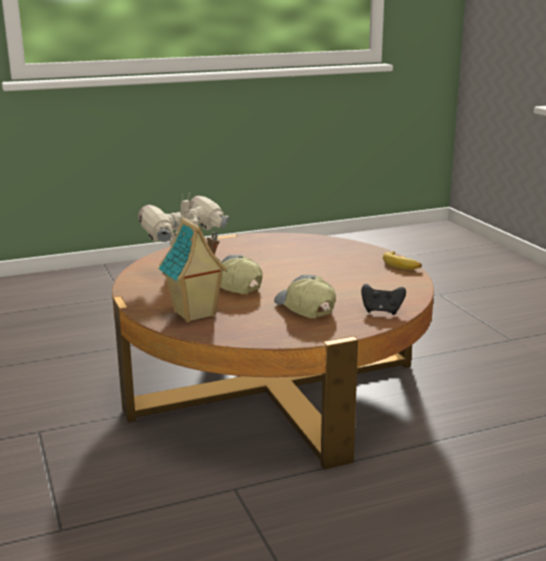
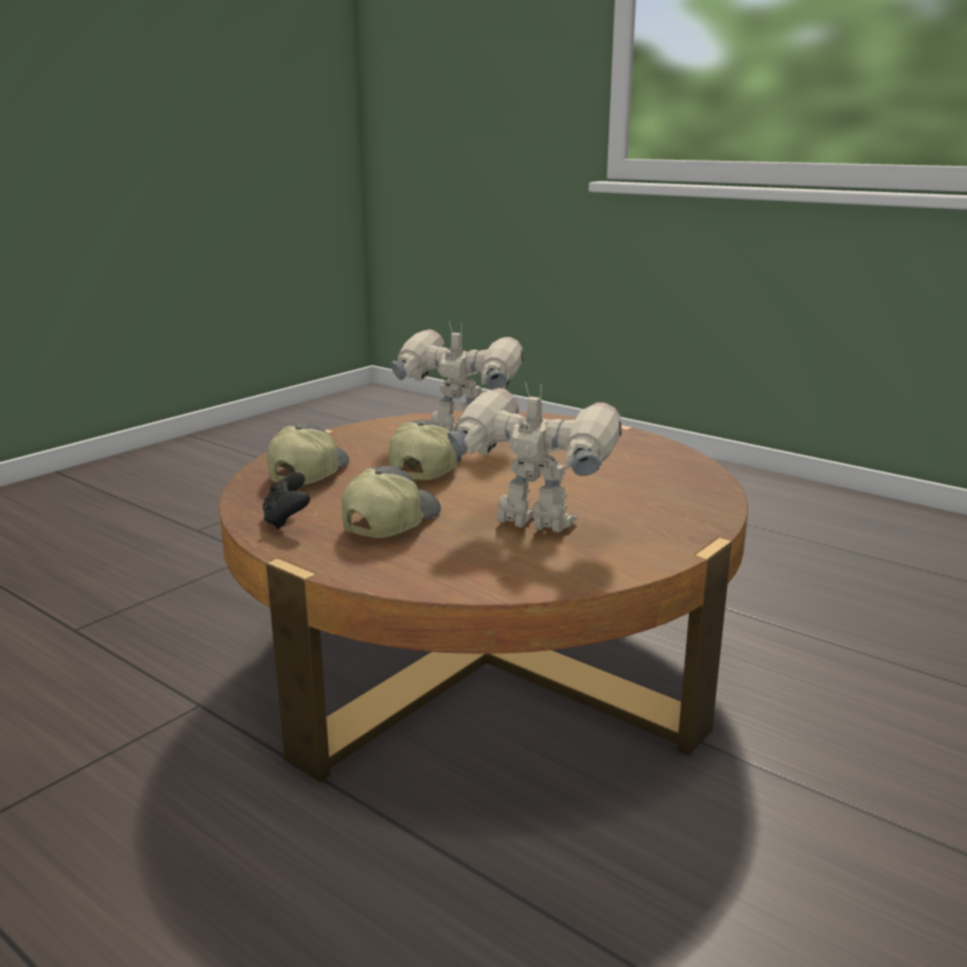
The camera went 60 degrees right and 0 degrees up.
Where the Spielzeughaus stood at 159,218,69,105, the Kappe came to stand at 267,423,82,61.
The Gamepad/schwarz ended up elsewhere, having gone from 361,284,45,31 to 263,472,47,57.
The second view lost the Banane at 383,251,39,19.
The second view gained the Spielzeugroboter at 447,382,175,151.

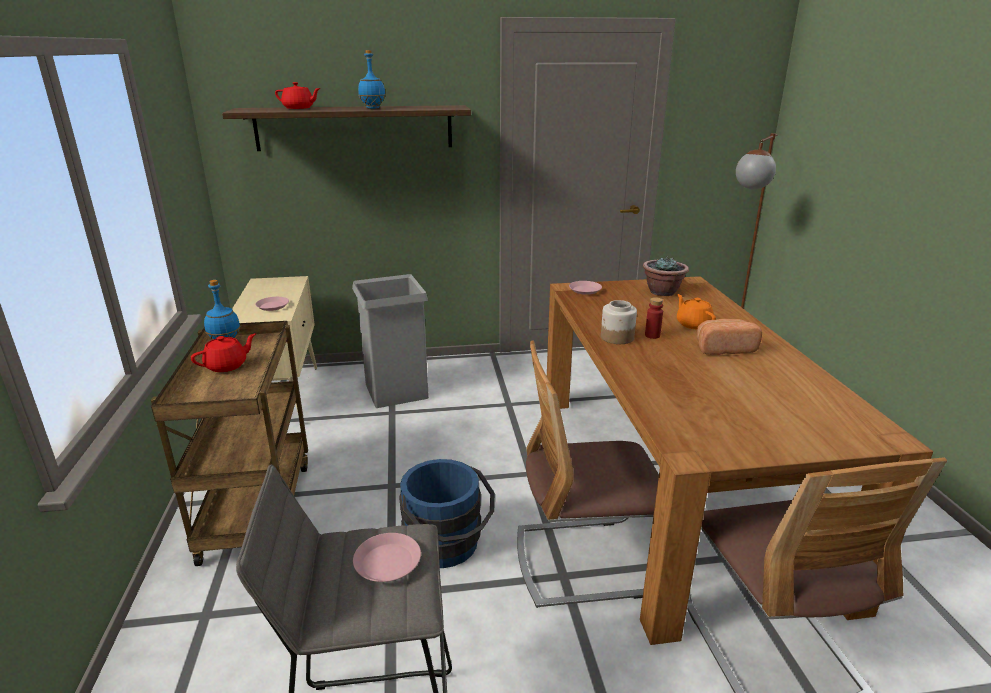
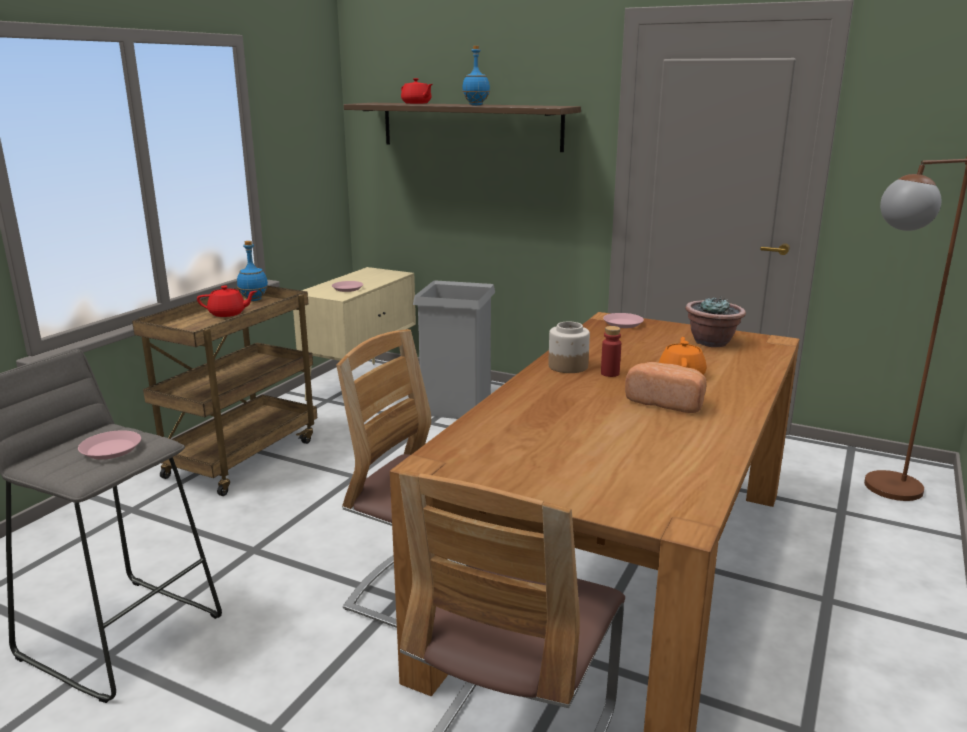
The camera went 35 degrees right and 5 degrees down.
The second view lost the Eimer/blau at 399,459,96,109.

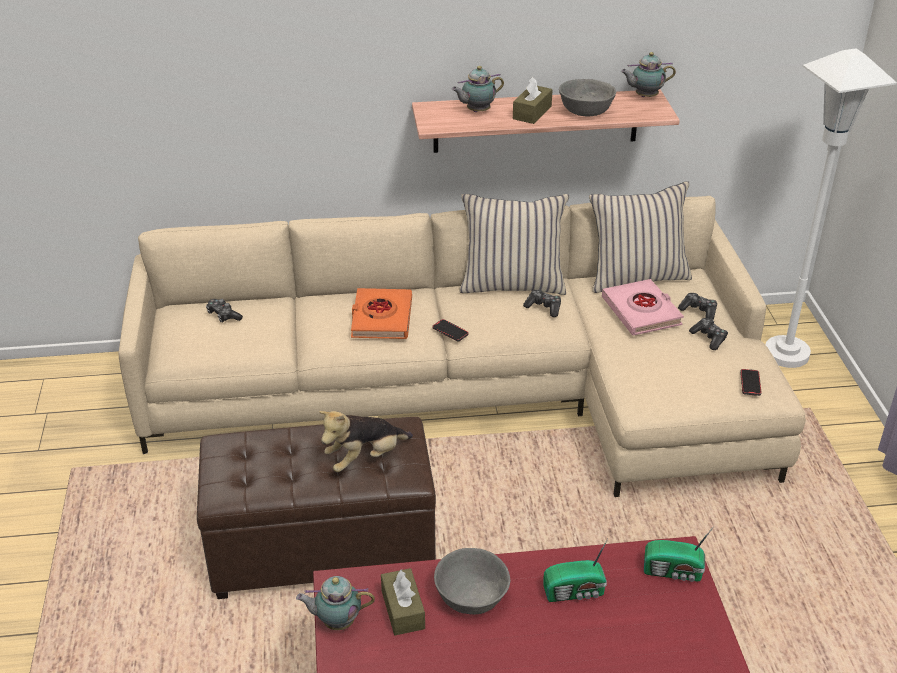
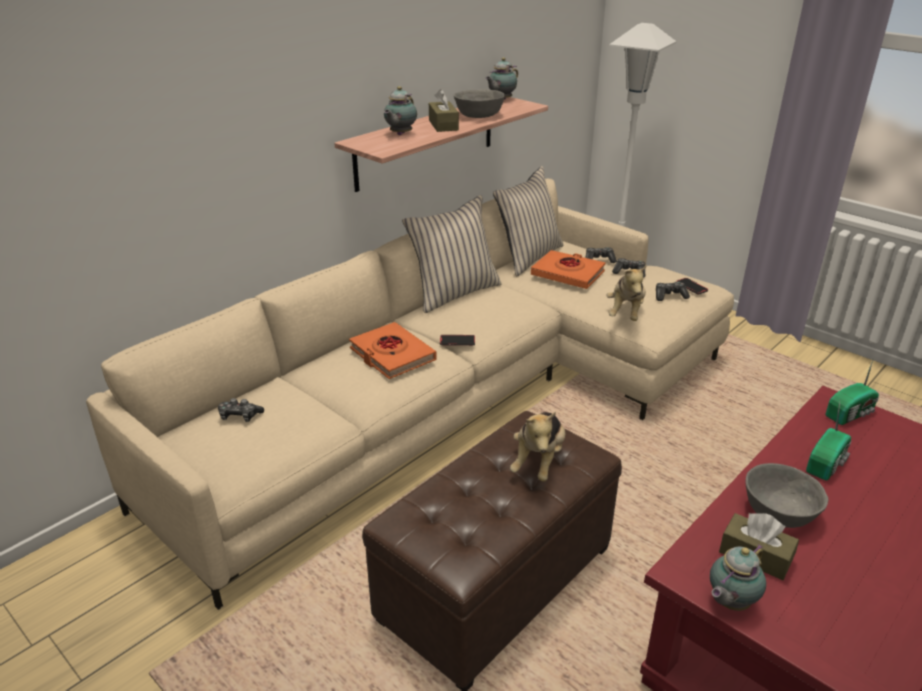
The camera went 40 degrees left and 5 degrees down.
The Gamepad ended up elsewhere, having gone from 523,290,38,27 to 656,282,34,19.
What was the Buch/rosa at 602,279,82,57 turned into the Buch/orange at 531,250,75,39.
The second view gained the Plüschtier at 607,265,40,56.

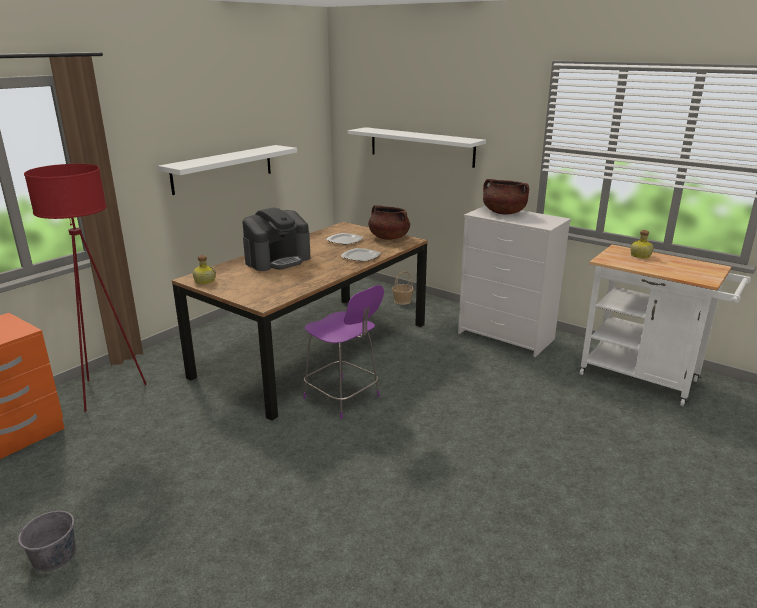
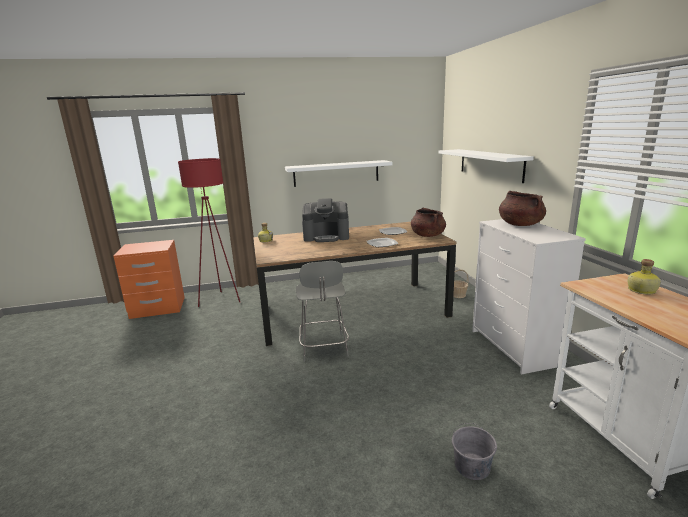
The camera went 40 degrees right and 5 degrees down.
The Eimer/grau ended up elsewhere, having gone from 18,509,58,62 to 452,423,45,57.
What was the Stuhl/lila at 303,285,81,134 turned into the Stuhl/grau at 296,261,53,101.

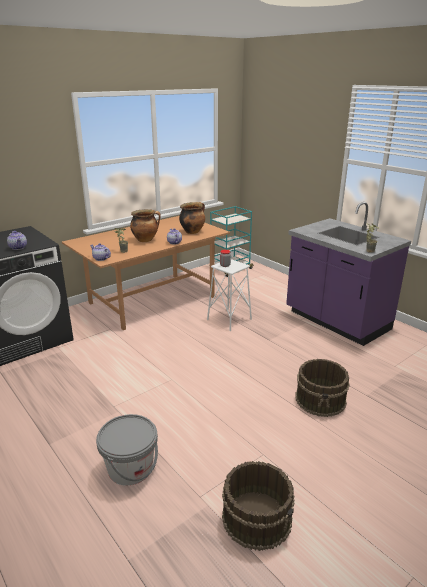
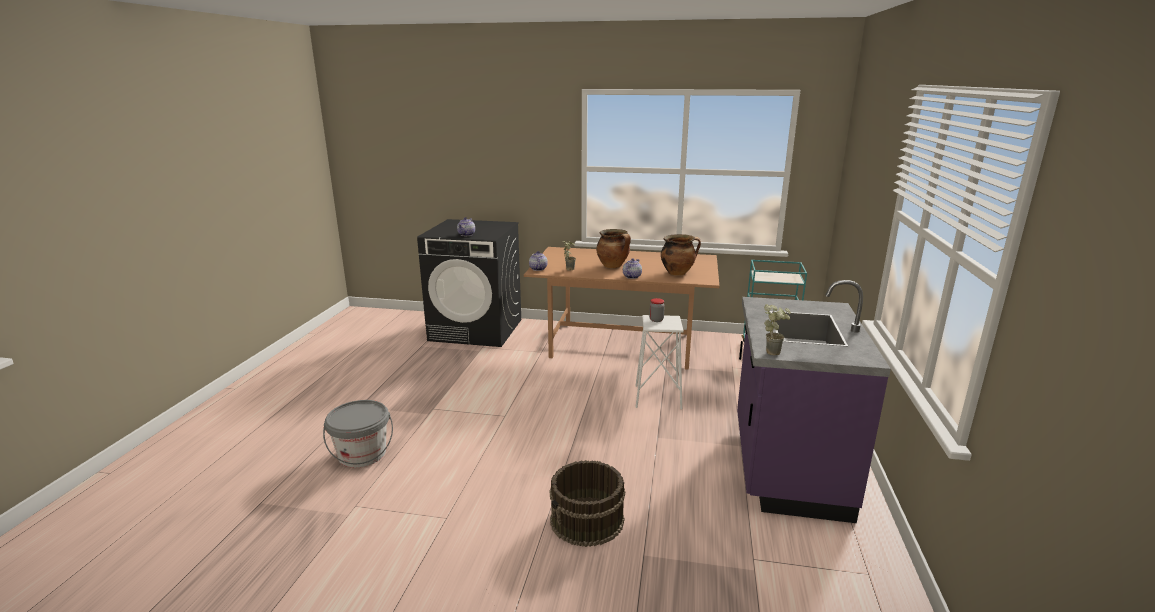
The camera went 50 degrees right and 5 degrees down.
The second view lost the Eimer/braun at 222,461,72,90.

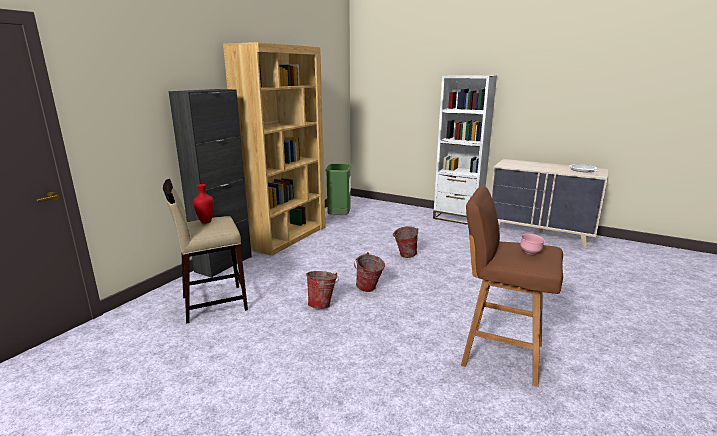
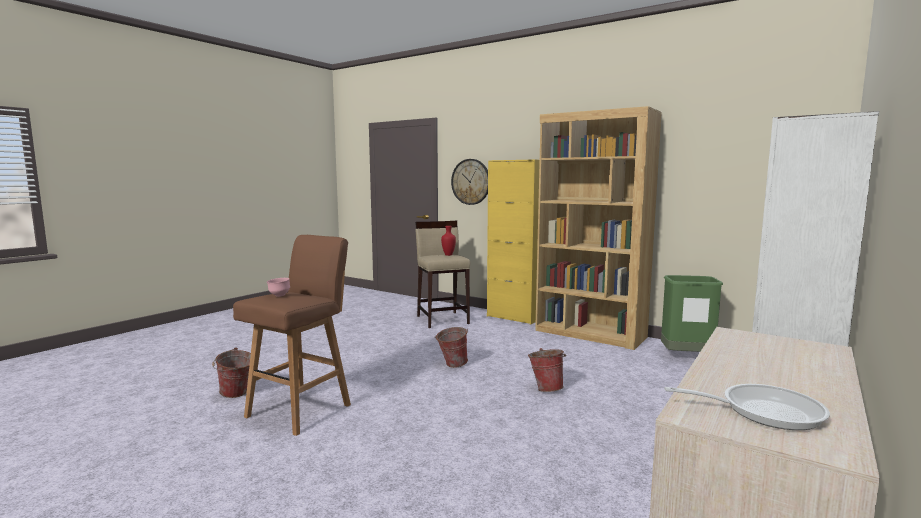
The camera went 95 degrees right and 10 degrees down.
What was the Schrank/schwarz at 168,89,84,189 turned into the Schrank/gelb at 487,159,53,166.
The Eimer ended up elsewhere, having gone from 306,271,33,38 to 212,347,39,51.
The second view gained the Wanduhr at 451,159,37,46.

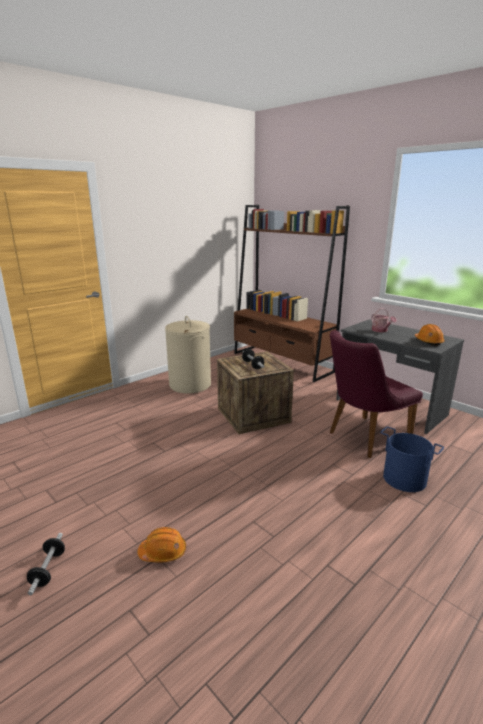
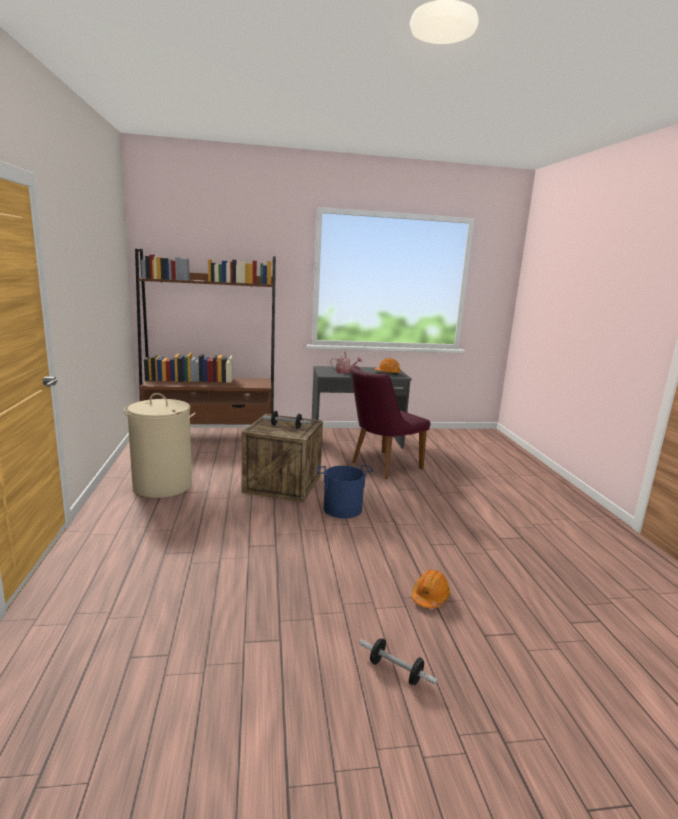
The camera went 55 degrees left and 5 degrees down.
The Stuhl/lila at 330,330,93,128 ended up facing another way, 45 degrees clockwise from before.
The Eimer/blau ended up elsewhere, having gone from 380,426,64,66 to 317,465,56,53.

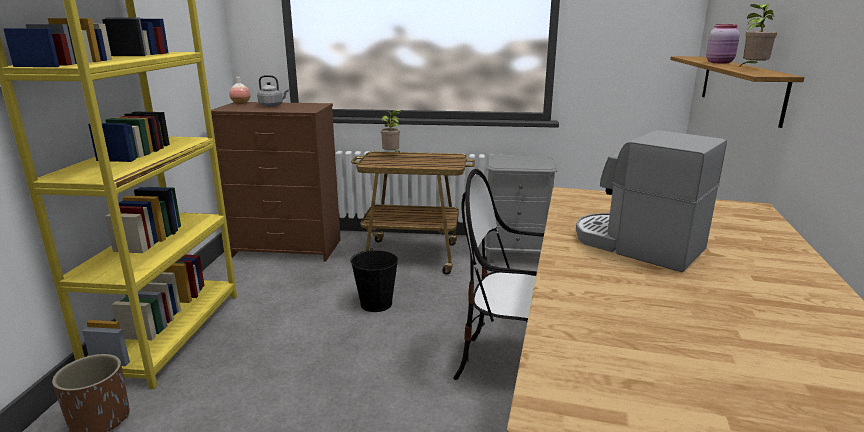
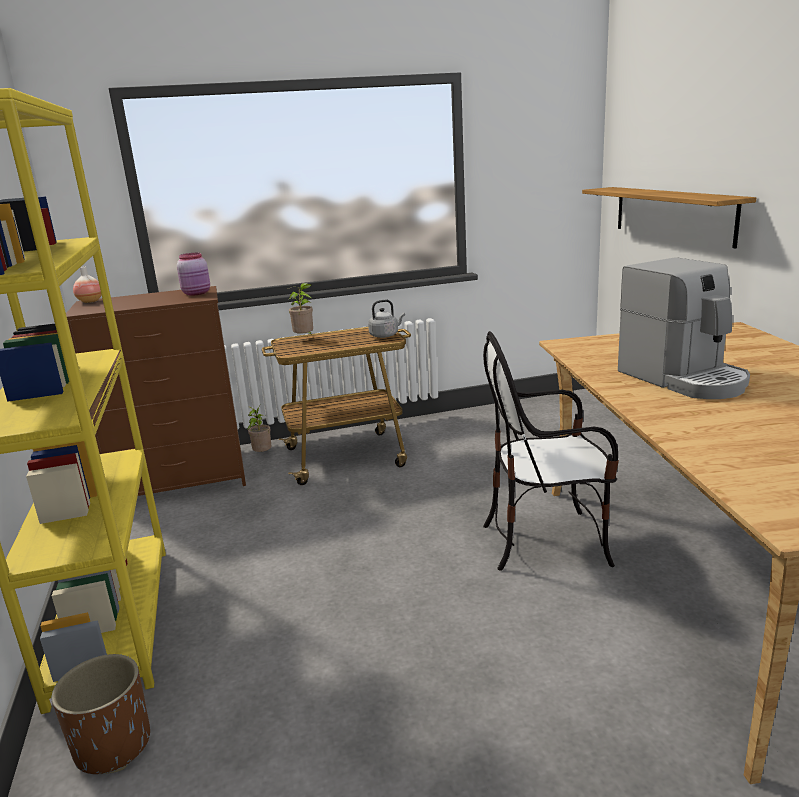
The camera went 20 degrees left and 0 degrees up.
The Wasserkessel/grau ended up elsewhere, having gone from 257,75,32,32 to 368,300,37,38.
The second view lost the Eimer/schwarz at 350,248,48,64.
The second view lost the Nachttisch/grau at 484,155,74,109.
The Kaffeemaschine at 576,130,151,142 ended up facing another way, 135 degrees counterclockwise from before.
The Vorratsglas/rosa ended up elsewhere, having gone from 706,24,34,40 to 177,253,33,43.
The Topfpflanze ended up elsewhere, having gone from 739,3,38,65 to 247,405,24,47.

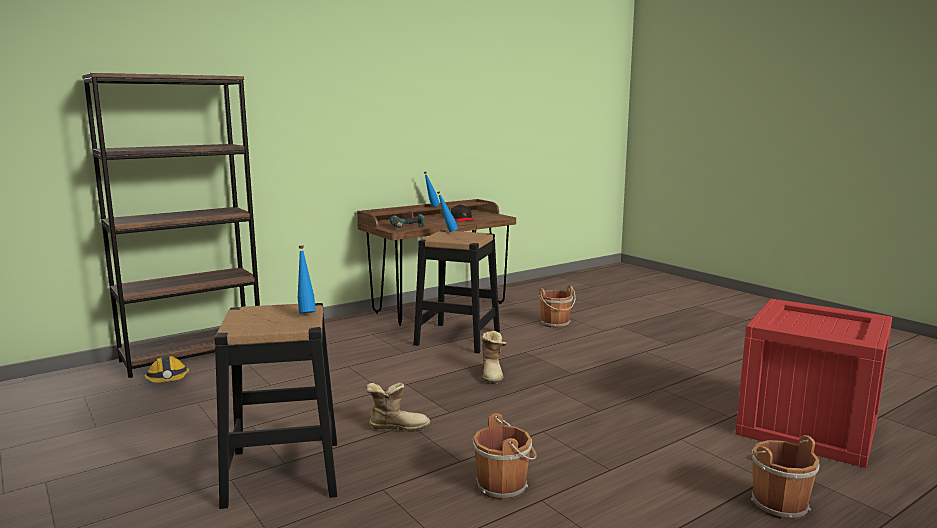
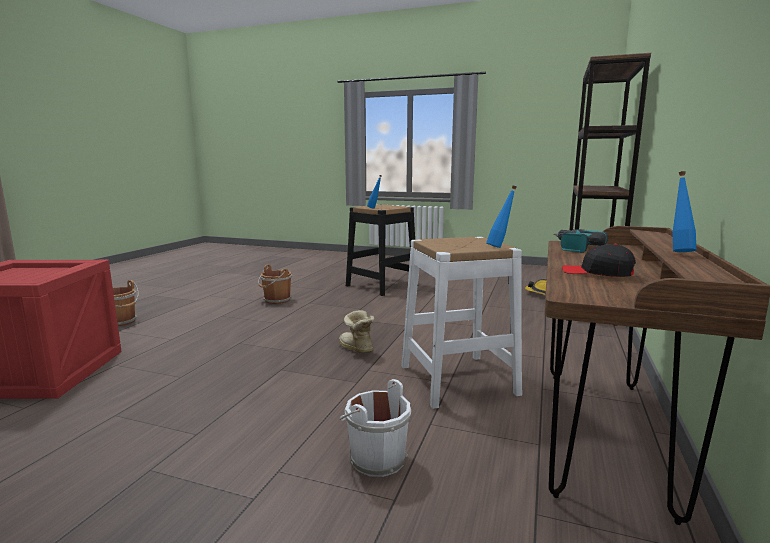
The camera went 145 degrees right and 0 degrees up.
The second view lost the Stiefel at 365,383,65,49.
What was the Hocker/schwarz at 414,230,86,124 turned into the Hocker/weiß at 401,237,121,172.
What was the Eimer/braun at 539,285,36,43 turned into the Eimer/weiß at 339,379,72,98.

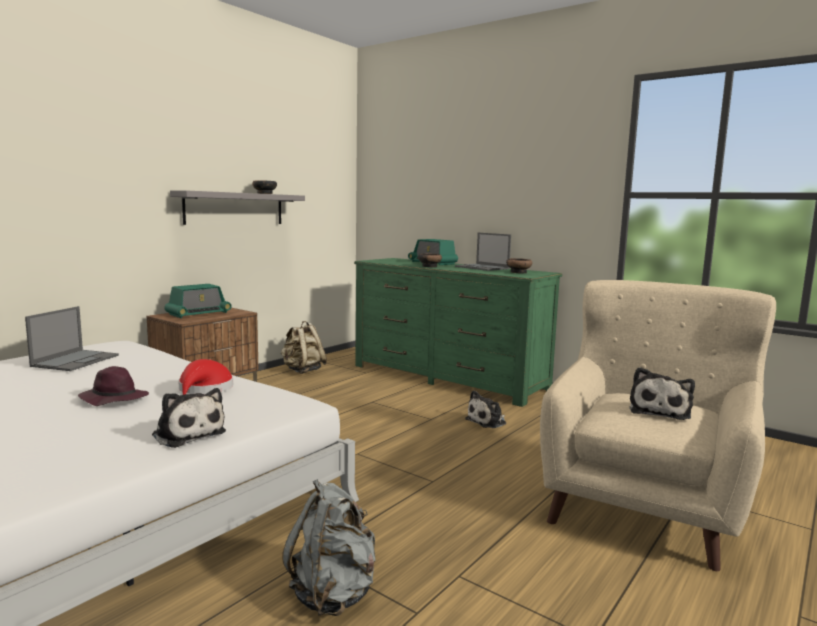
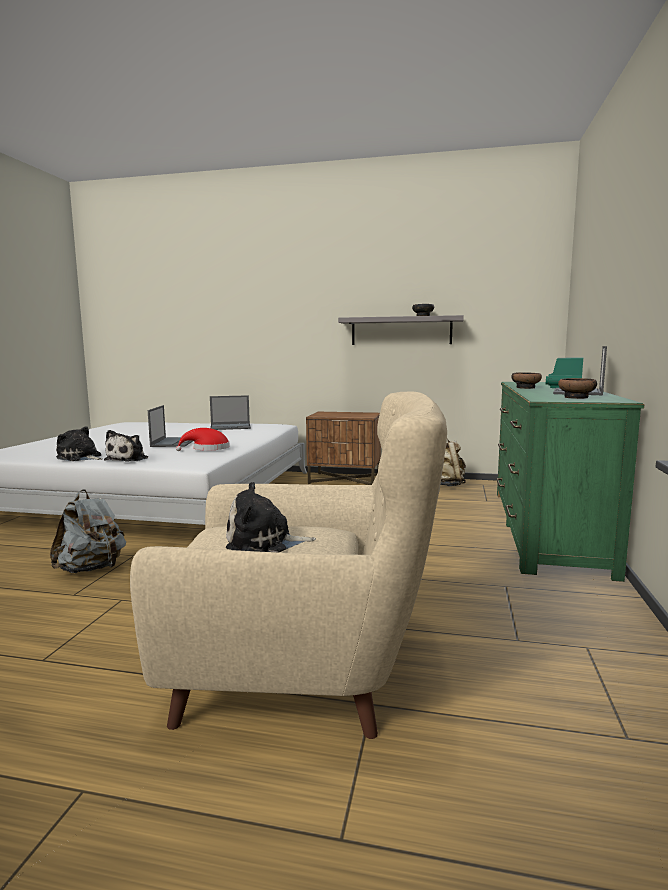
The camera went 65 degrees right and 0 degrees up.
Where the Hut/lila stood at 78,366,71,40, the Laptop came to stand at 148,405,45,42.
The second view lost the Radio at 164,284,68,34.
The Plüschtier ended up elsewhere, having gone from 465,390,41,38 to 56,426,47,35.

